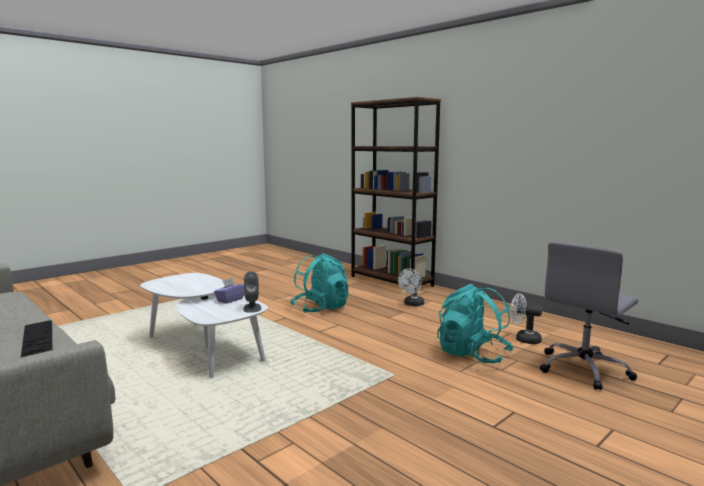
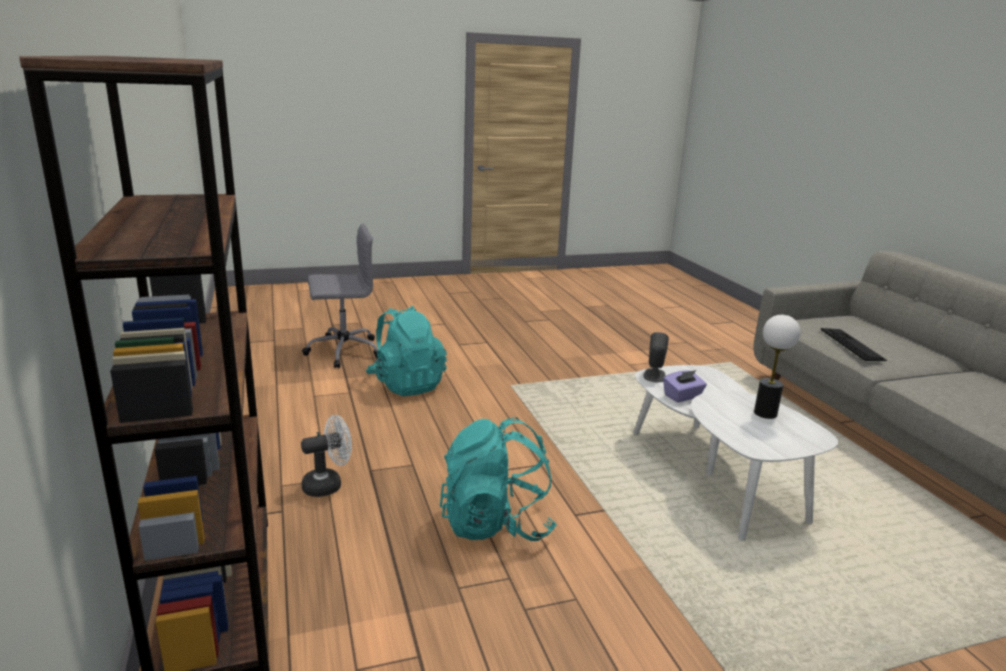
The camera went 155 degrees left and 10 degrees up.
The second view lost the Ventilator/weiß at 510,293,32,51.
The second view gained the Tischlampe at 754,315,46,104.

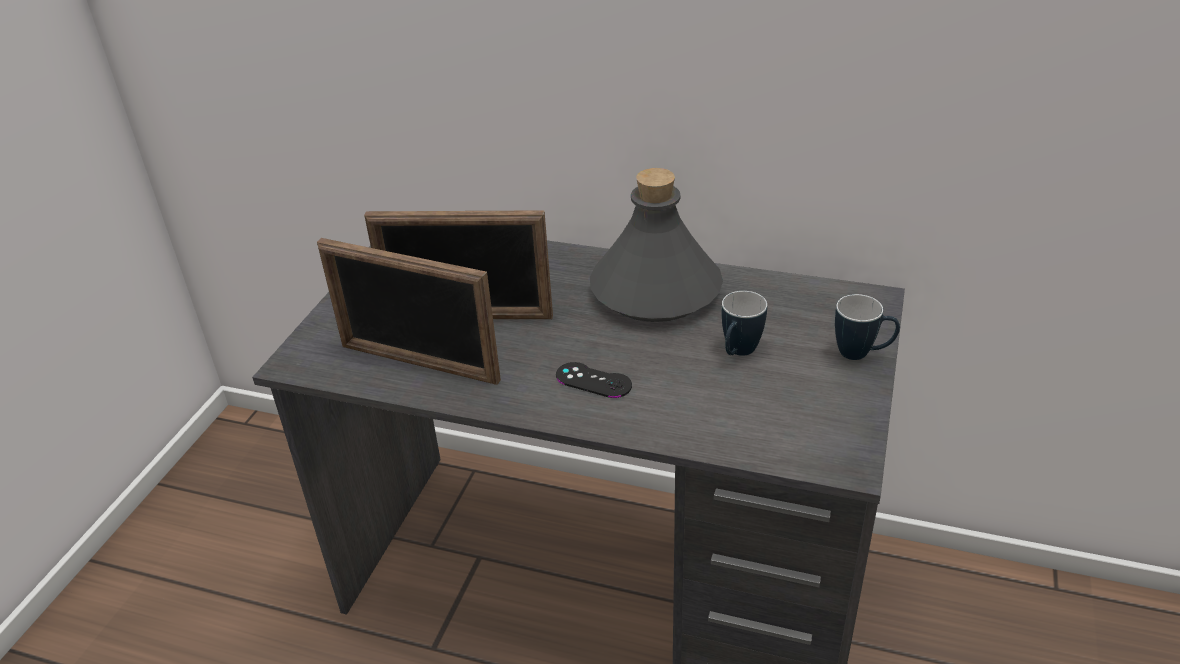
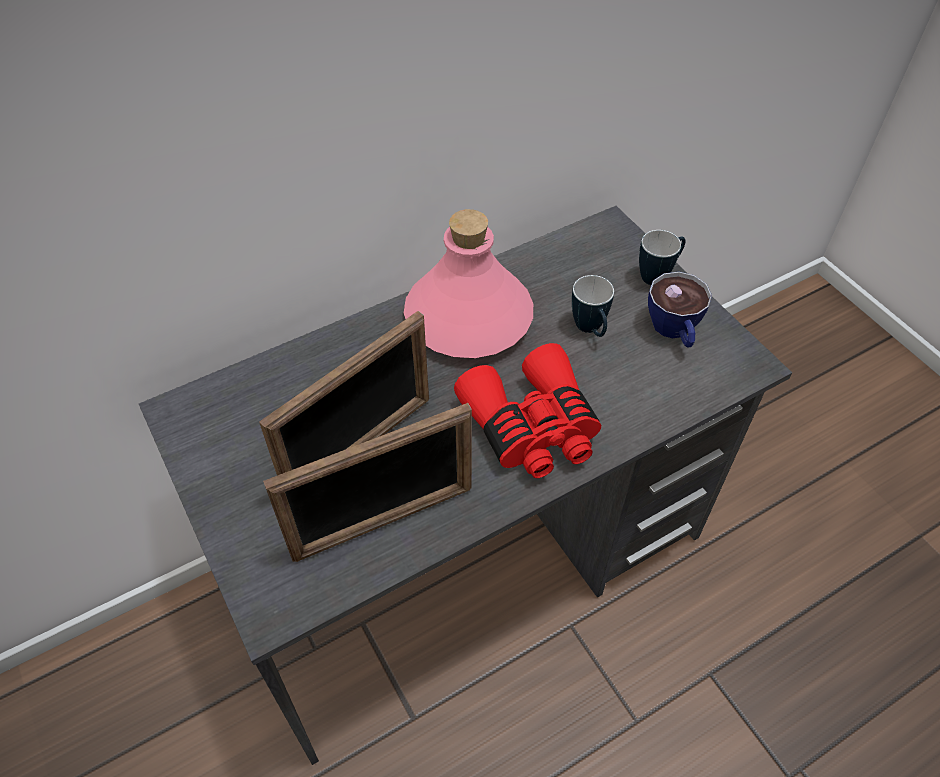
The camera went 50 degrees left and 15 degrees up.
Where the Gamepad/schwarz stood at 556,362,76,36, the Fernglas/rot came to stand at 454,343,147,135.
What was the Flasche/grau at 590,168,133,154 turned into the Flasche/rosa at 404,209,129,149.
The second view gained the Tasse at 648,272,64,76.

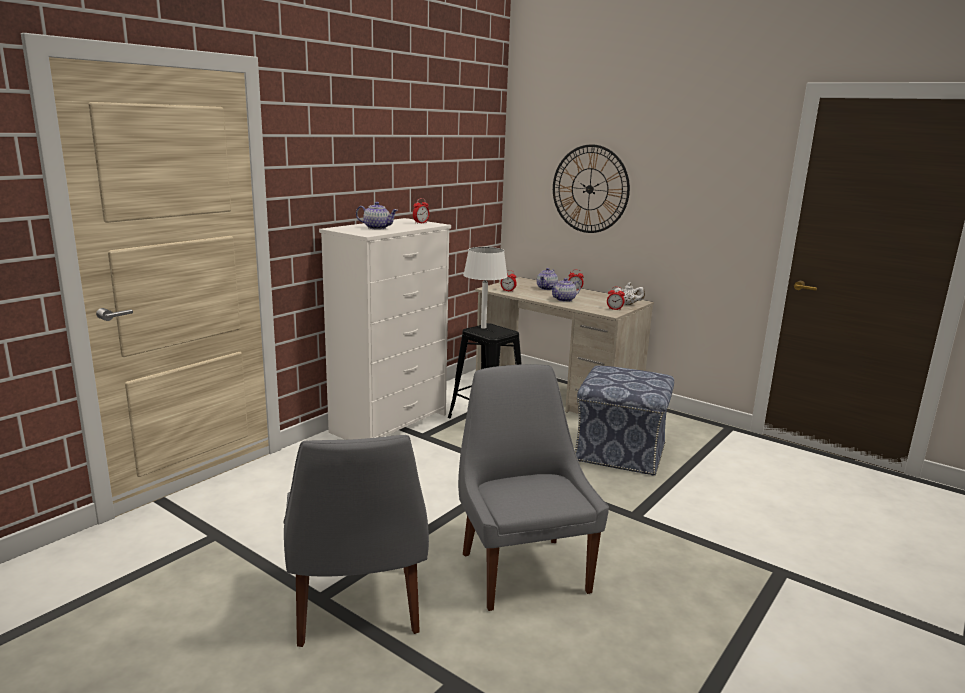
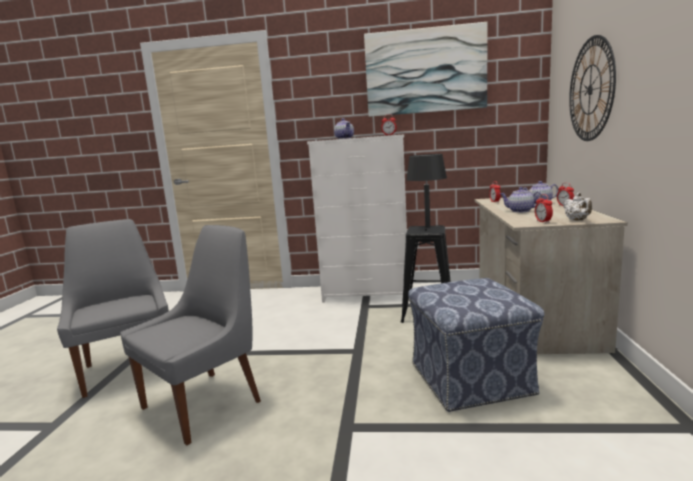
The camera went 60 degrees right and 5 degrees down.
The Stuhl/grau at 283,435,146,212 ended up facing another way, 105 degrees clockwise from before.
What was the Tischlampe/weiß at 463,247,45,82 turned into the Tischlampe/schwarz at 406,154,41,74.
The second view gained the Bild at 364,22,123,95.

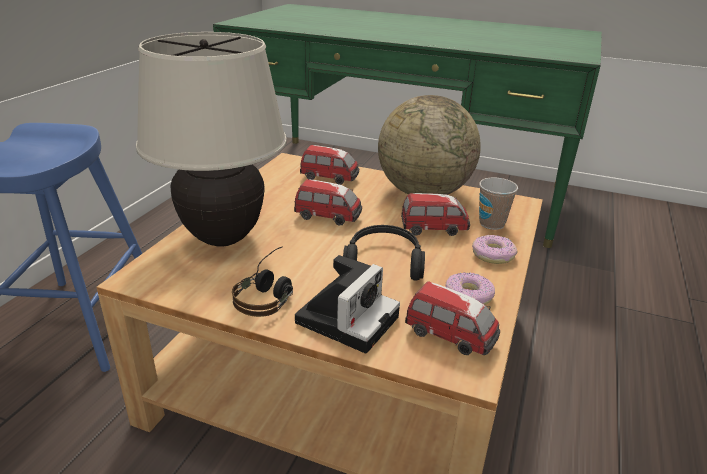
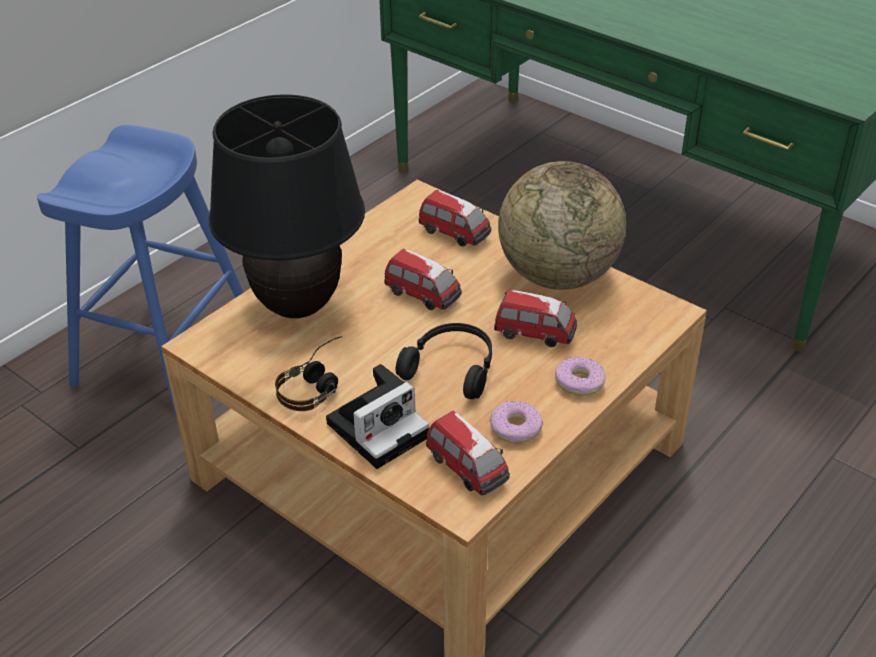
The camera went 20 degrees right and 10 degrees up.
What was the Tischlampe/beige at 136,32,151,215 turned into the Tischlampe/schwarz at 208,94,157,224.
The second view lost the Tasse at 479,177,39,53.

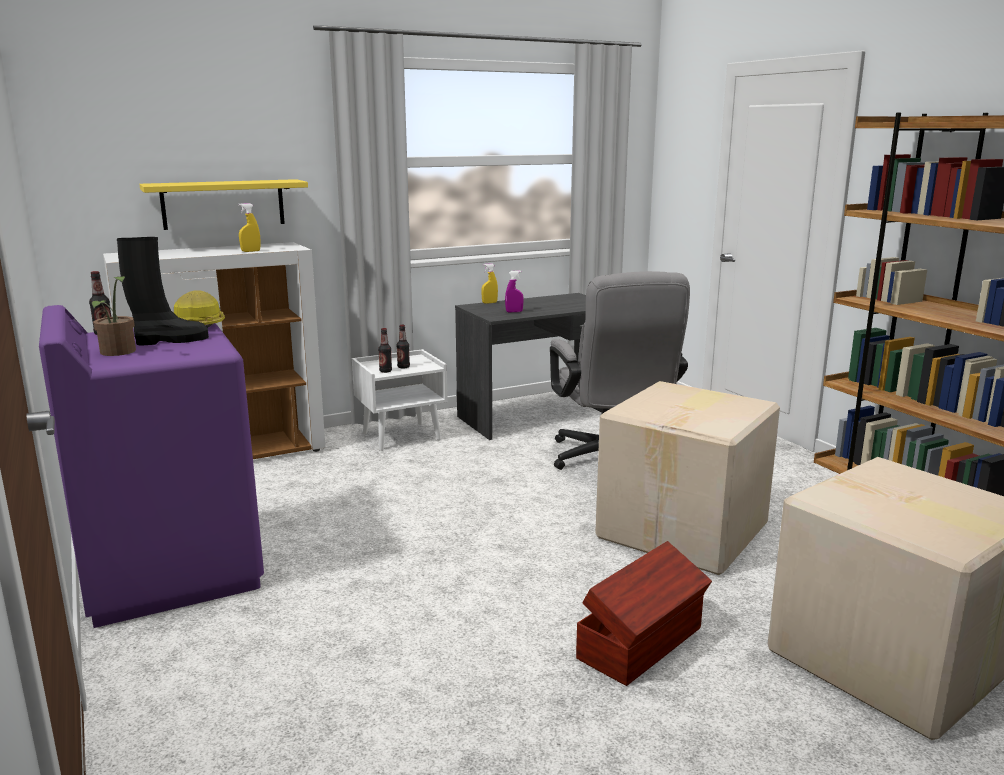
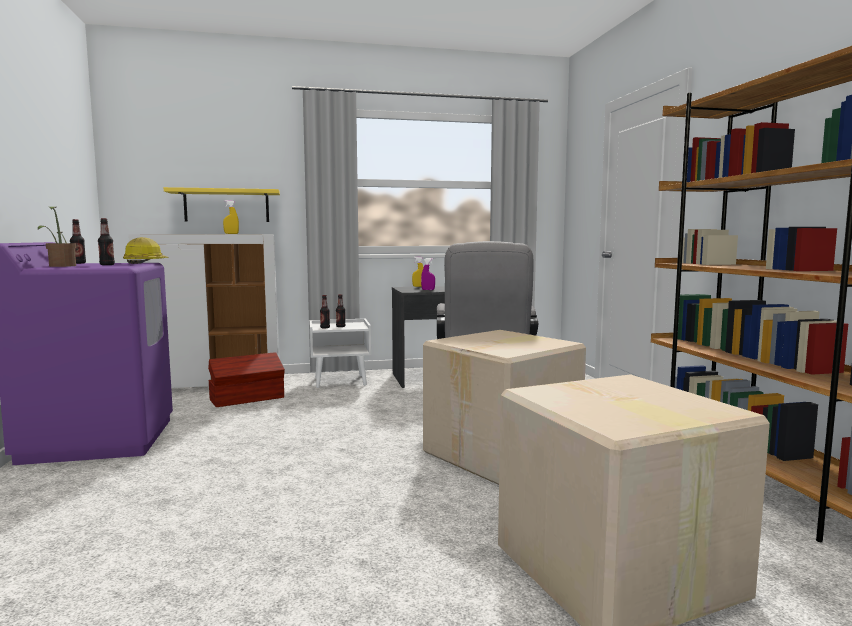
The camera went 15 degrees right and 10 degrees down.
Where the Stiefel/schwarz stood at 117,237,92,108, the Flasche came to stand at 98,218,17,47.
The Aufbewahrungsbox/braun ended up elsewhere, having gone from 576,541,136,145 to 208,352,77,55.

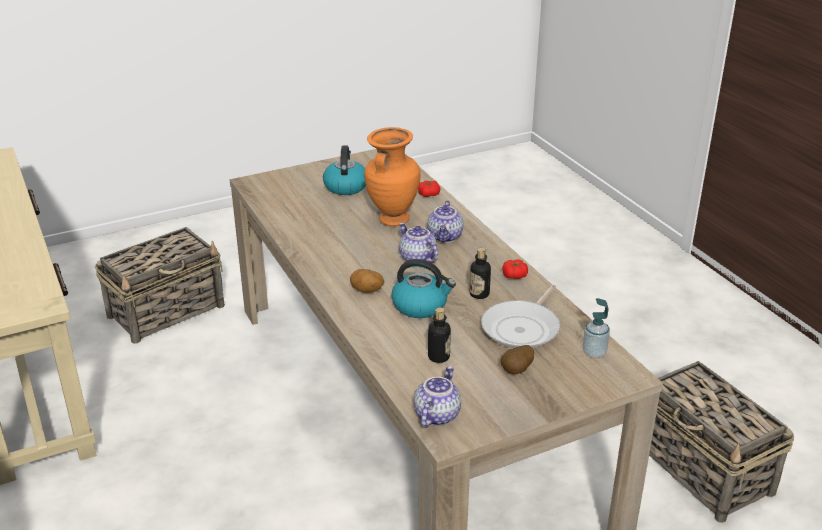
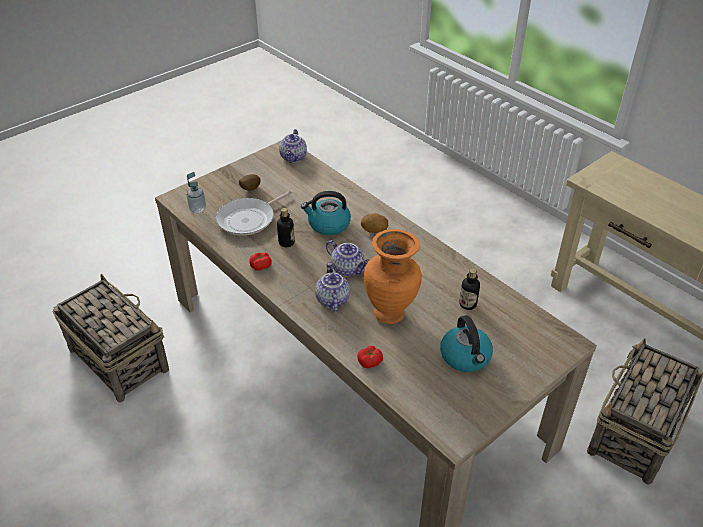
The camera went 165 degrees right and 10 degrees up.
The Flasche ended up elsewhere, having gone from 428,307,23,56 to 459,268,21,42.
The Pfanne at 481,284,79,64 ended up facing another way, 150 degrees counterclockwise from before.

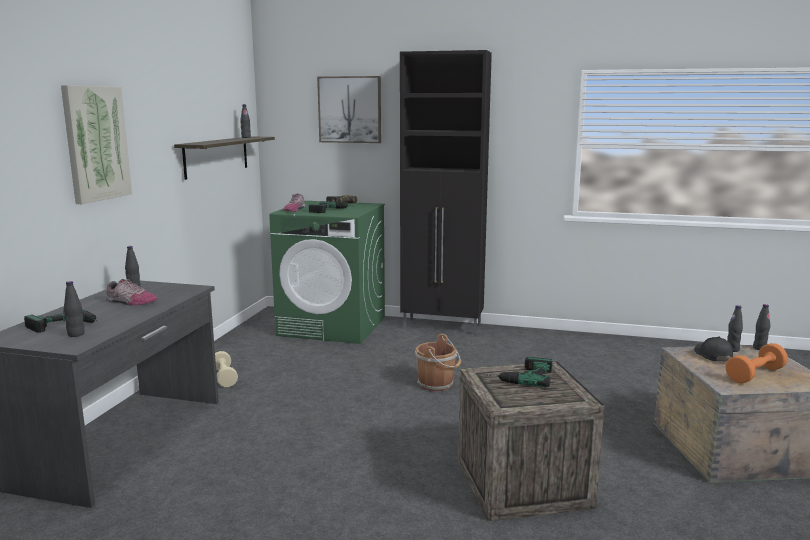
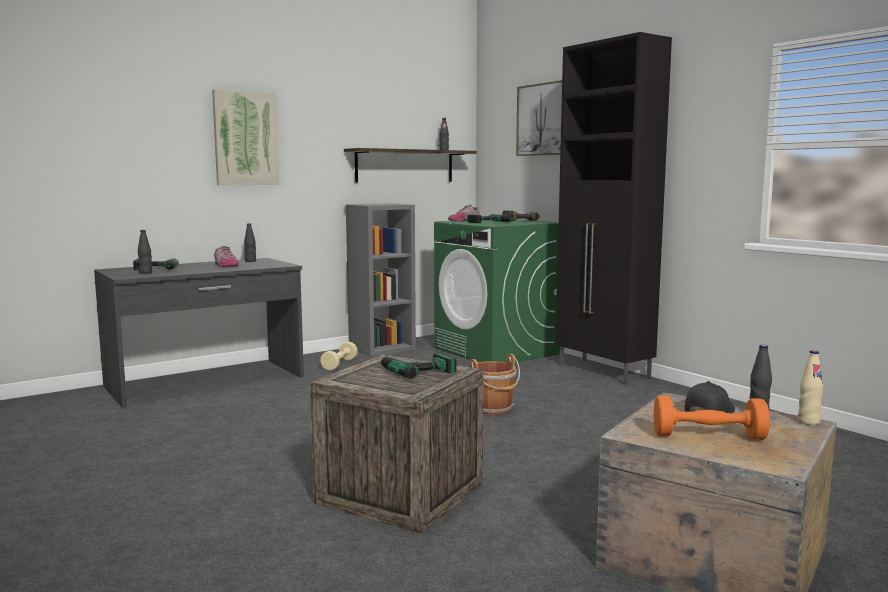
The camera went 40 degrees right and 5 degrees down.
What was the Flasche/schwarz at 753,304,17,46 turned into the Flasche/beige at 798,350,25,75.
The second view gained the Bücherregal/grau at 346,203,70,154.

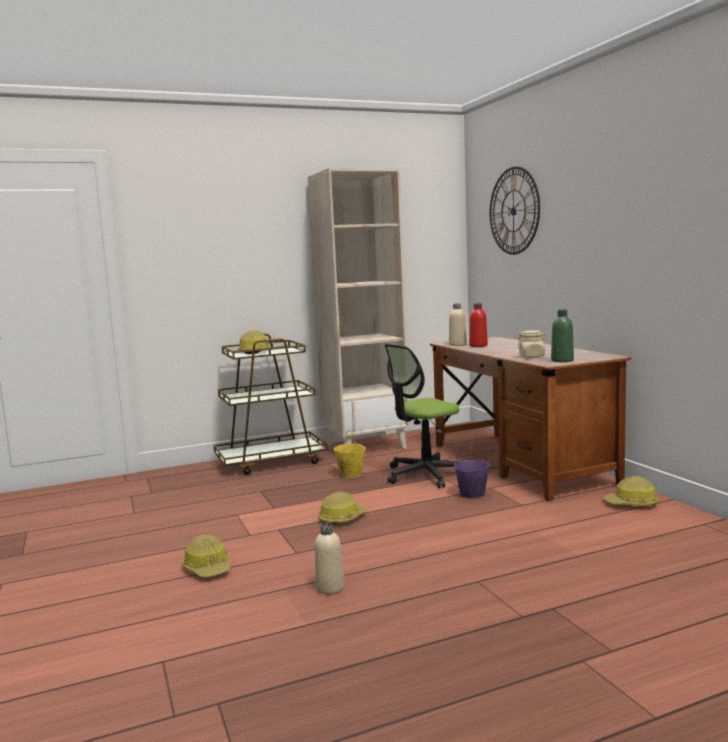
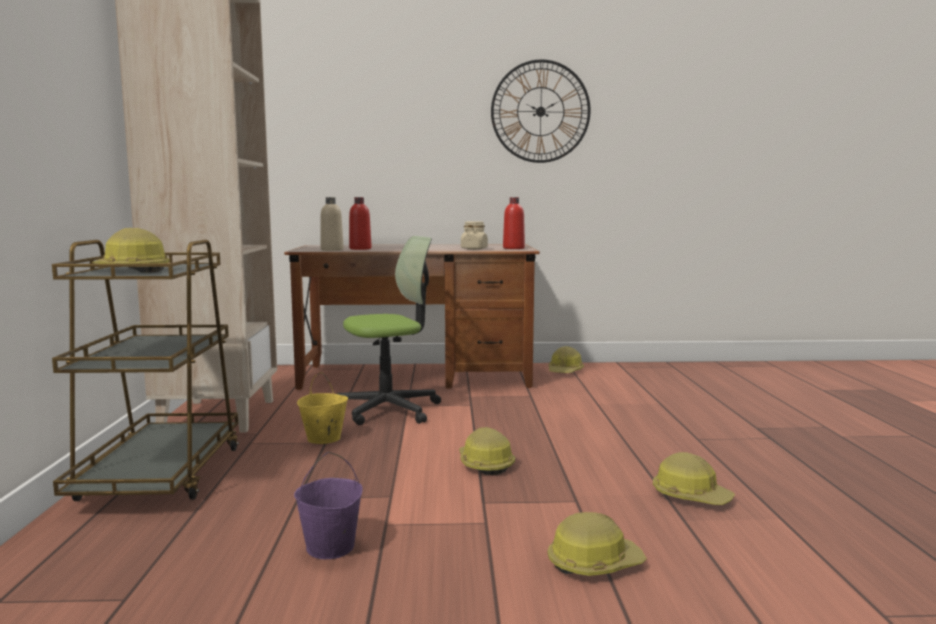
The camera went 70 degrees left and 0 degrees up.
Where the Flasche/beige stood at 315,522,29,72, the Schutzhelm came to stand at 653,452,82,53.
The Bürostuhl at 385,344,74,144 ended up facing another way, 105 degrees counterclockwise from before.
The Eimer/lila ended up elsewhere, having gone from 454,444,36,54 to 294,452,69,107.
The Wanduhr ended up elsewhere, having gone from 490,167,50,88 to 491,59,100,104.
What was the Flasche/grün at 551,310,23,52 turned into the Flasche/rot at 503,197,22,52.

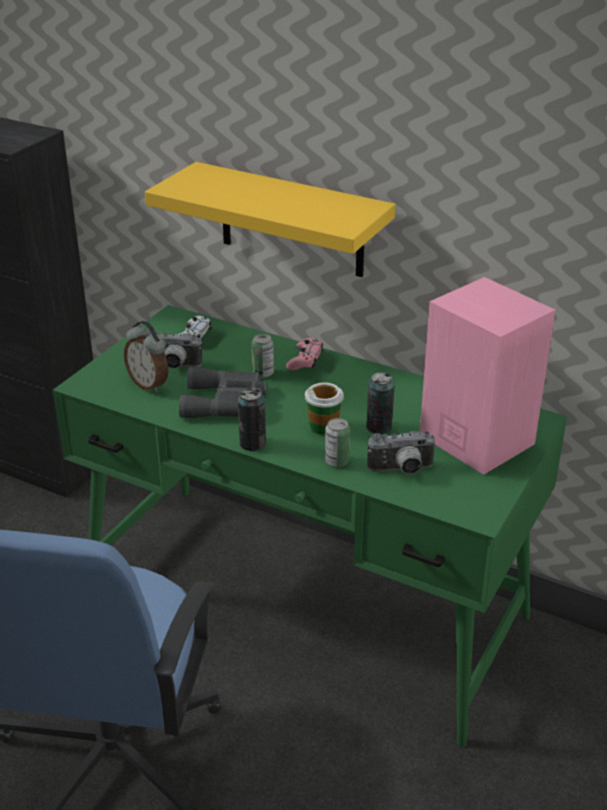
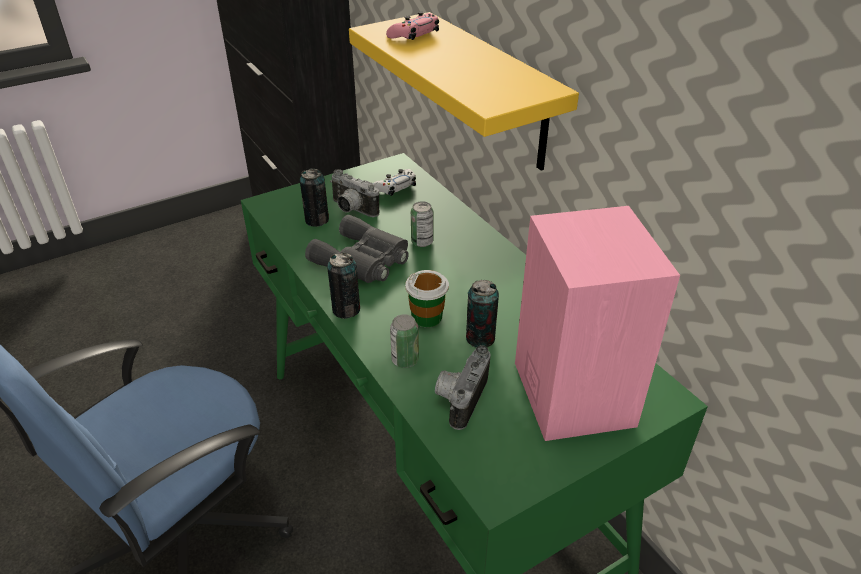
The camera went 30 degrees right and 5 degrees up.
Where the Wecker stood at 124,321,45,72, the Dose came to stand at 300,168,29,59.
The Gamepad/rosa ended up elsewhere, having gone from 286,338,37,32 to 386,11,53,29.
The Kamera at 367,431,69,44 ended up facing another way, 90 degrees clockwise from before.

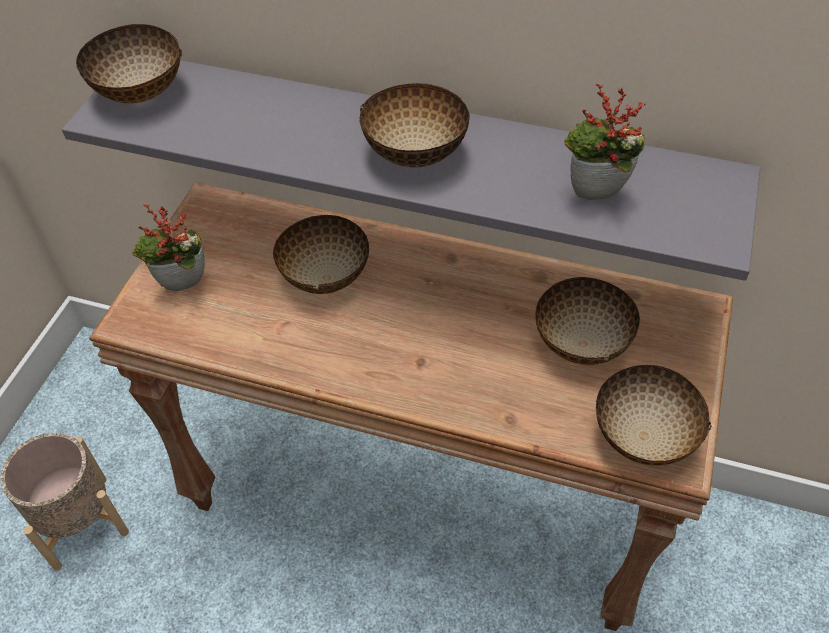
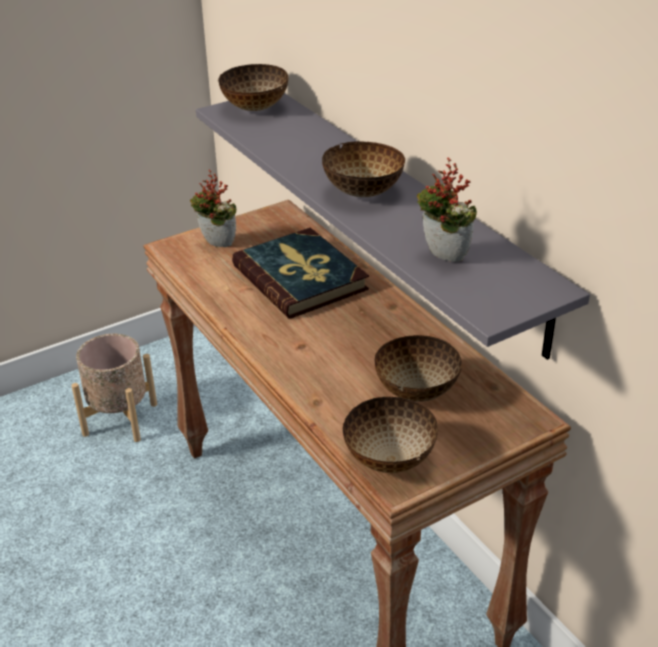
The camera went 40 degrees right and 15 degrees down.
Where the Schüssel stood at 273,215,96,79, the Buch came to stand at 232,228,137,91.

